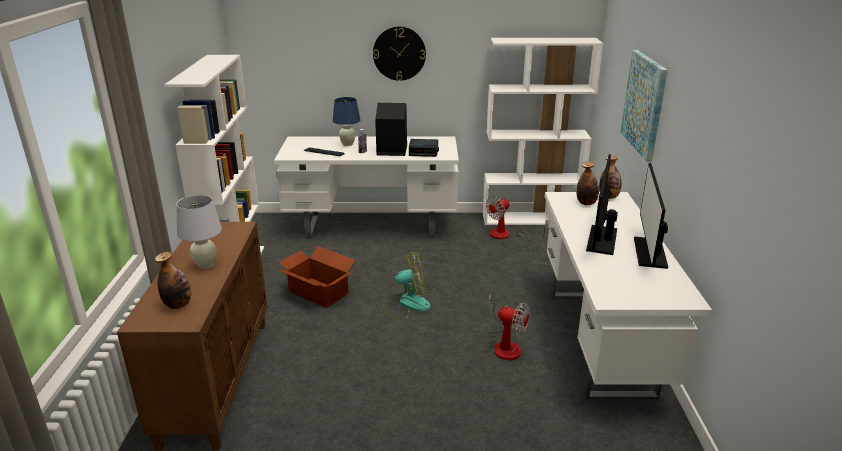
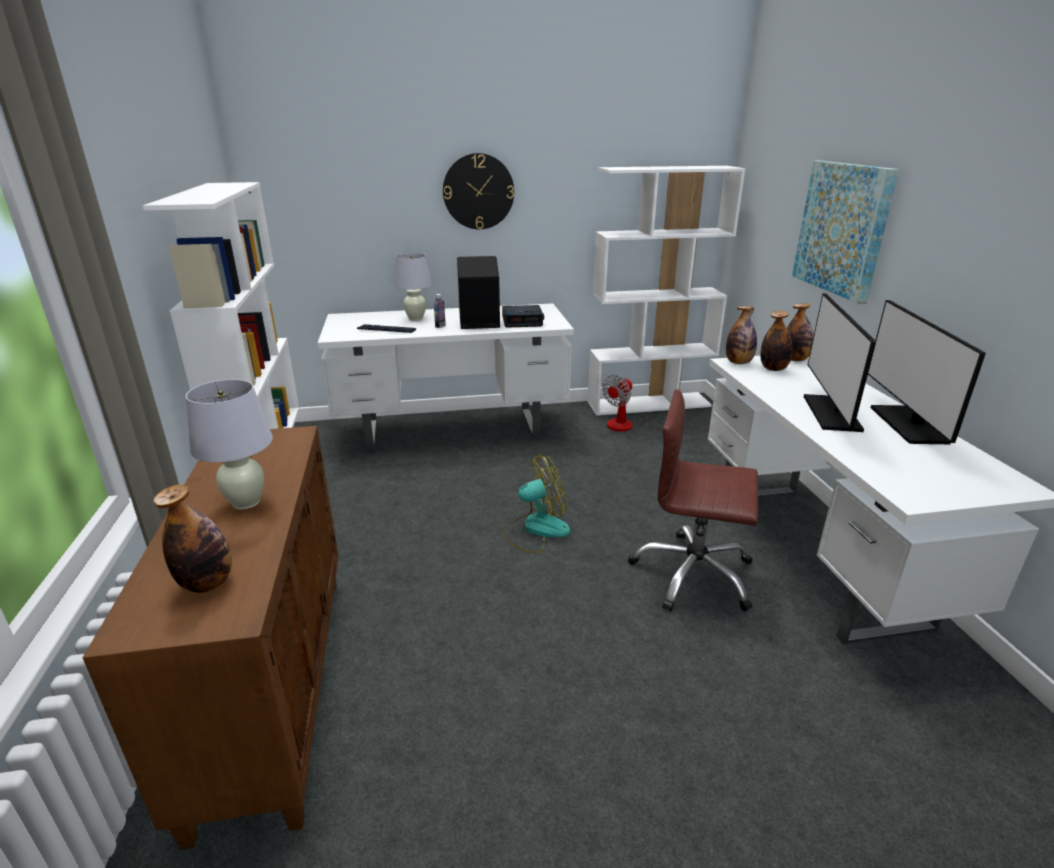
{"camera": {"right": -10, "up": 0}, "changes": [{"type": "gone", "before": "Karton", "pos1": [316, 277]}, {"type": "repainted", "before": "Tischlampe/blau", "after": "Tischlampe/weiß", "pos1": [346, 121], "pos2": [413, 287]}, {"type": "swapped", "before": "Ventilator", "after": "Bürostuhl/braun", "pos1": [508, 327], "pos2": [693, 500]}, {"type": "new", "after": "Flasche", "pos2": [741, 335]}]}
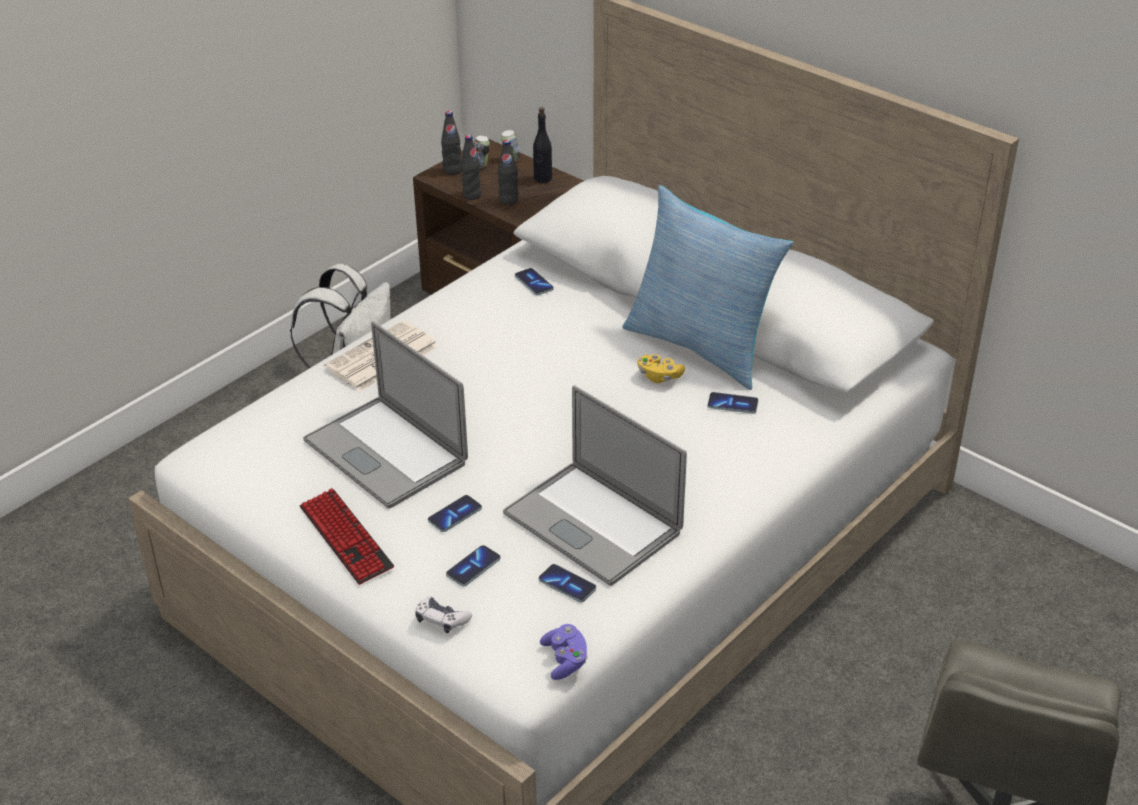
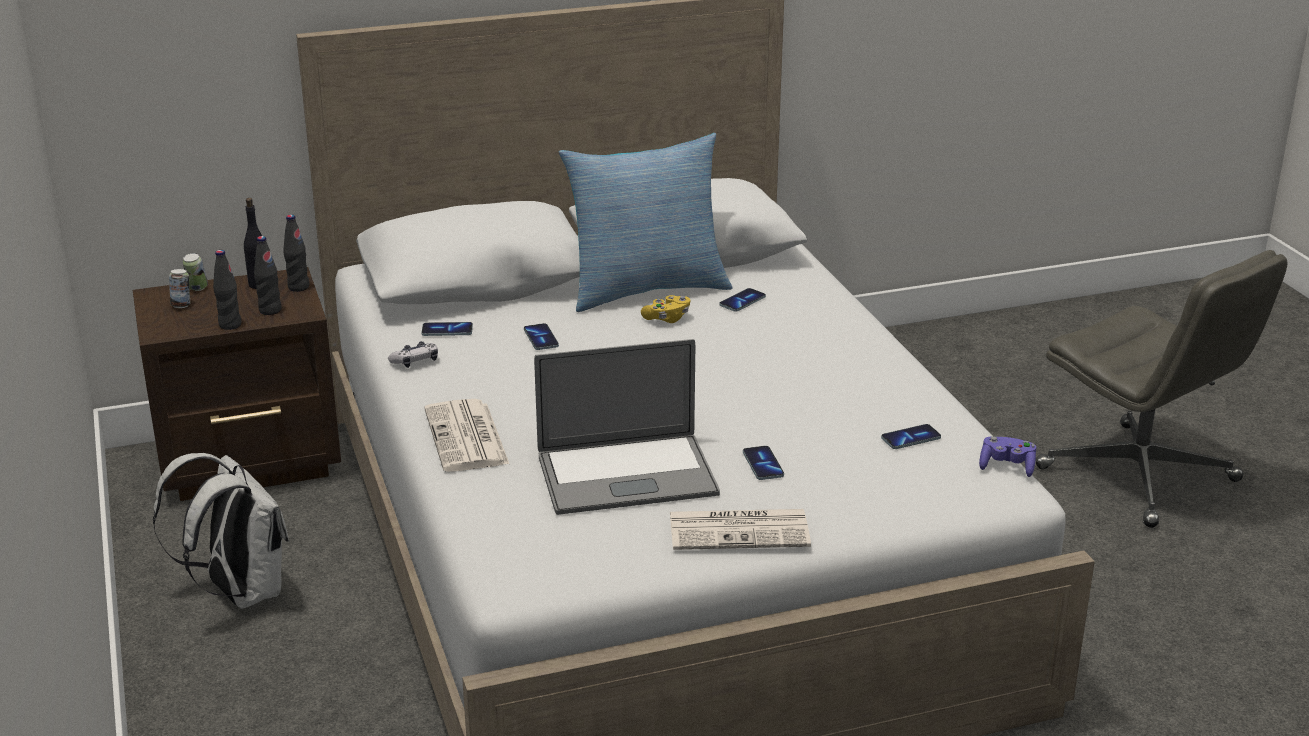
{"camera": {"right": -60, "up": -10}, "changes": [{"type": "swapped", "before": "Tastatur", "after": "Zeitung", "pos1": [347, 536], "pos2": [740, 529]}, {"type": "shifted", "before": "Gamepad", "pos1": [443, 615], "pos2": [413, 354]}, {"type": "shifted", "before": "Flasche/schwarz", "pos1": [451, 143], "pos2": [296, 253]}, {"type": "shifted", "before": "Handy", "pos1": [473, 565], "pos2": [541, 336]}, {"type": "gone", "before": "Laptop", "pos1": [595, 485]}]}
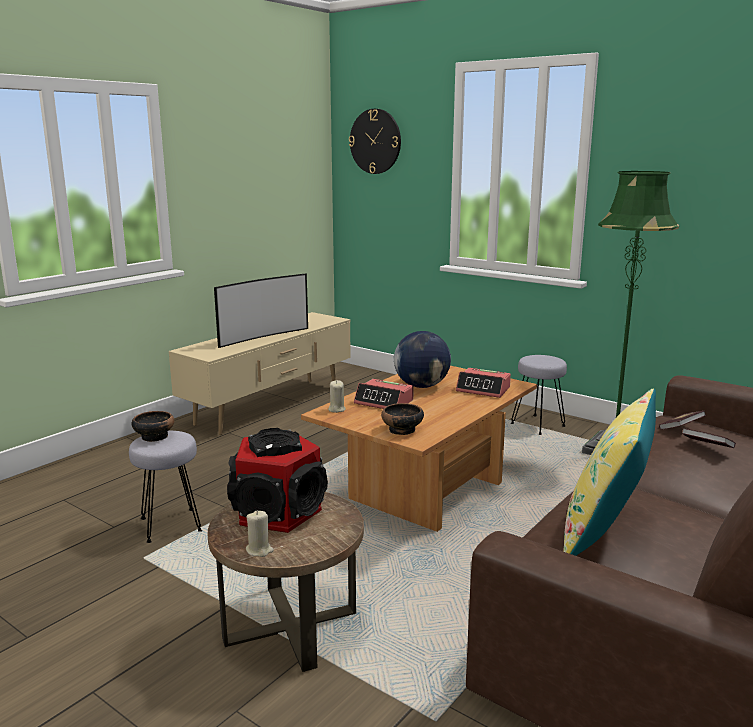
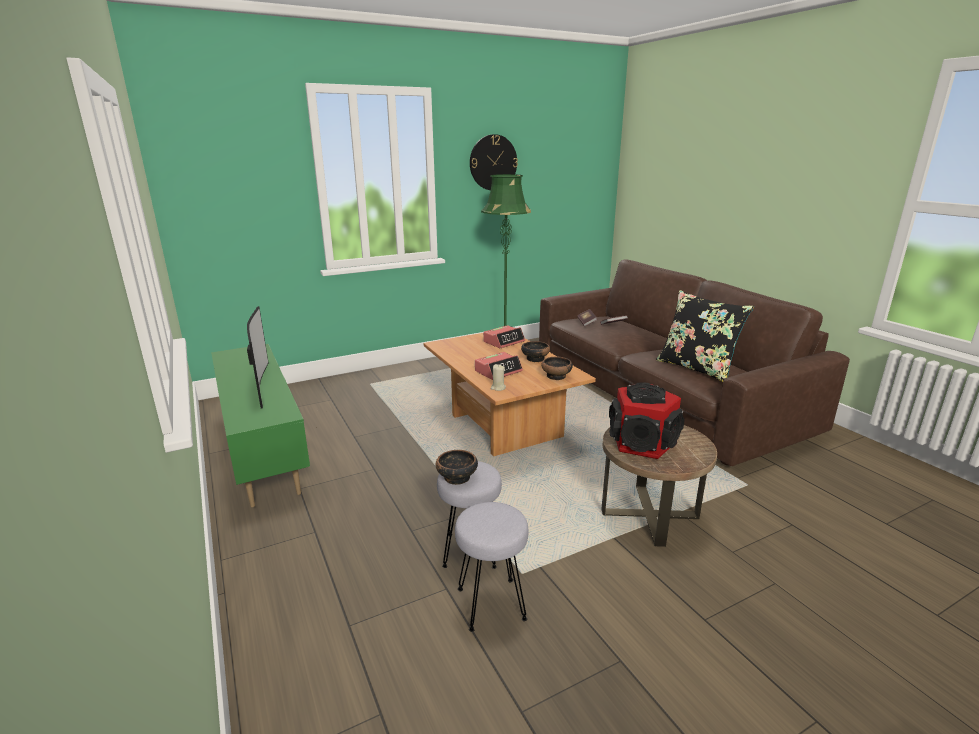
{"camera": {"right": -65, "up": 5}, "changes": [{"type": "repainted", "before": "Fernsehschrank/beige", "after": "Fernsehschrank/grün", "pos1": [260, 373], "pos2": [260, 425]}, {"type": "gone", "before": "Kerze/beige", "pos1": [260, 534]}, {"type": "shifted", "before": "Wanduhr", "pos1": [375, 141], "pos2": [494, 162]}, {"type": "gone", "before": "Globus", "pos1": [422, 359]}, {"type": "shifted", "before": "Hocker/grau", "pos1": [539, 395], "pos2": [492, 567]}, {"type": "repainted", "before": "Kissen/gelb", "after": "Kissen/schwarz", "pos1": [609, 472], "pos2": [705, 336]}, {"type": "new", "after": "Schüssel", "pos2": [535, 351]}]}
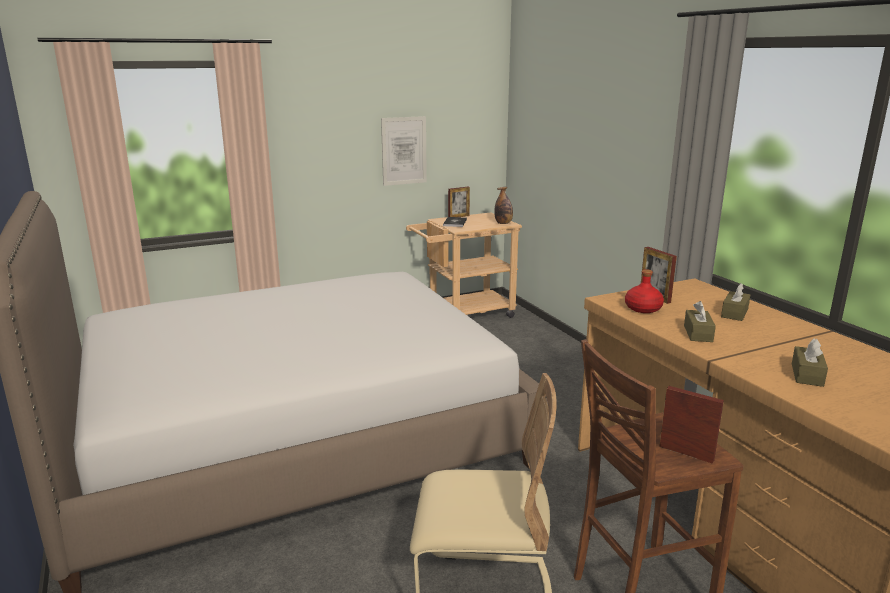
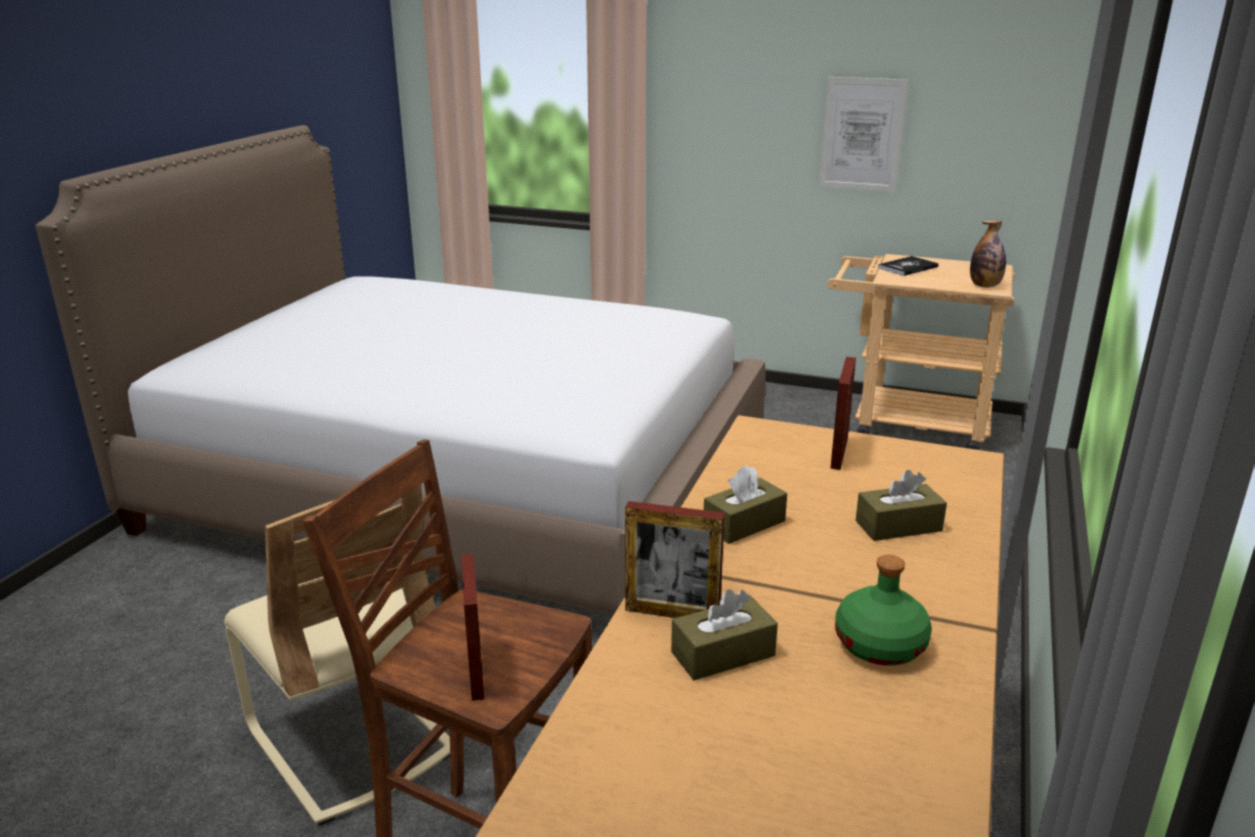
{"camera": {"right": 45, "up": 5}, "changes": [{"type": "shifted", "before": "Bilderrahmen", "pos1": [459, 202], "pos2": [675, 559]}, {"type": "gone", "before": "Flasche/rot", "pos1": [644, 291]}, {"type": "new", "after": "Flasche/grün", "pos2": [883, 610]}]}
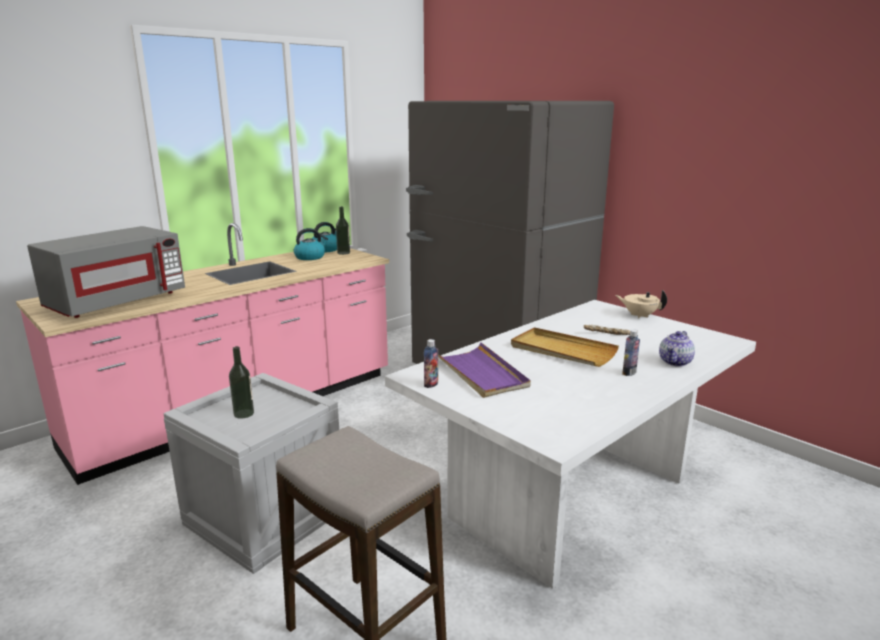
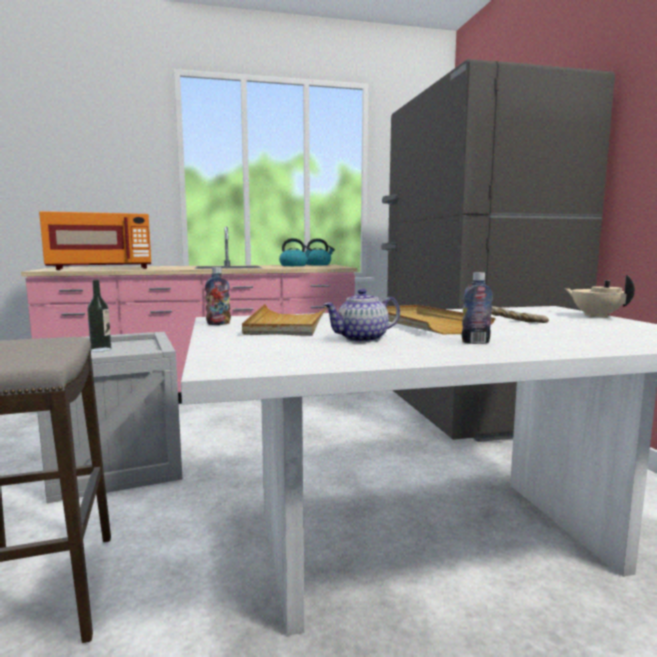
{"camera": {"right": 30, "up": -10}, "changes": [{"type": "repainted", "before": "Mikrowelle/grau", "after": "Mikrowelle/orange", "pos1": [106, 272], "pos2": [95, 240]}, {"type": "gone", "before": "Flasche", "pos1": [343, 230]}, {"type": "repainted", "before": "Tablett/lila", "after": "Tablett/beige", "pos1": [484, 370], "pos2": [284, 320]}, {"type": "shifted", "before": "Teekanne", "pos1": [677, 349], "pos2": [361, 315]}]}
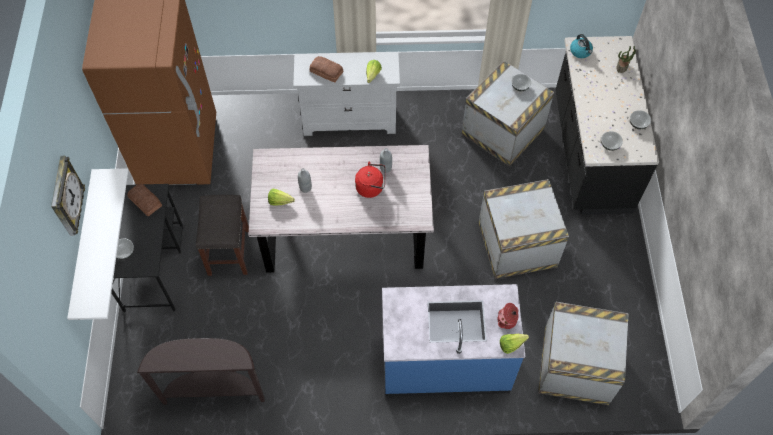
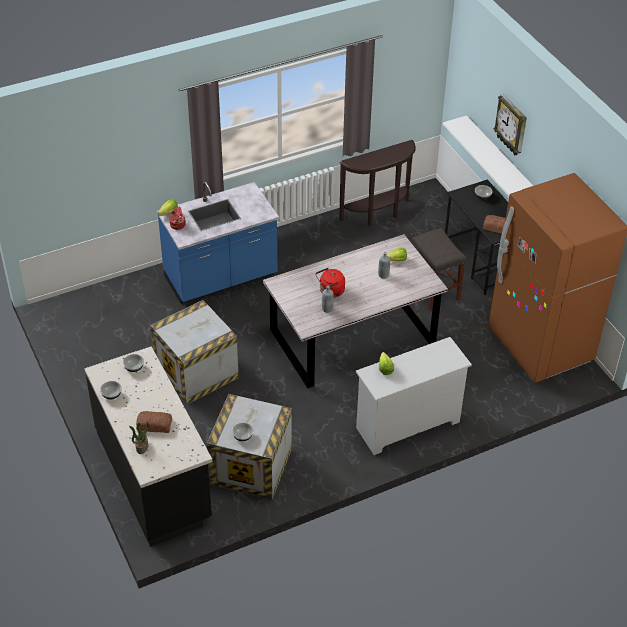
{"camera": {"right": 155, "up": -15}, "changes": [{"type": "shifted", "before": "Brot", "pos1": [326, 69], "pos2": [154, 422]}, {"type": "gone", "before": "Kiste", "pos1": [583, 353]}, {"type": "gone", "before": "Wasserkessel", "pos1": [581, 46]}]}
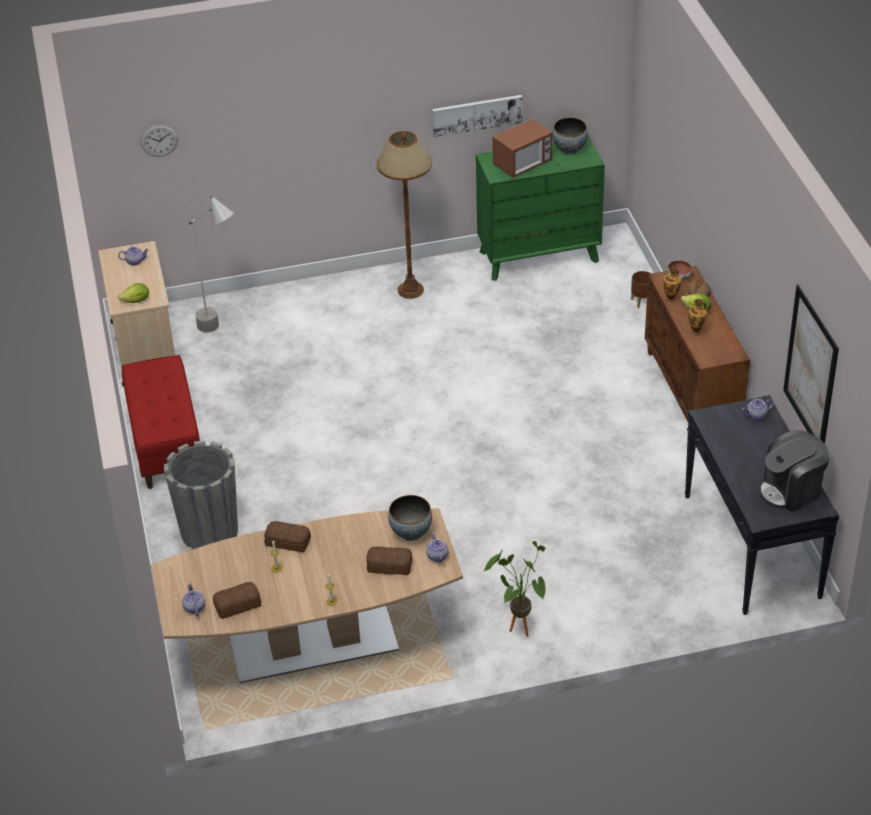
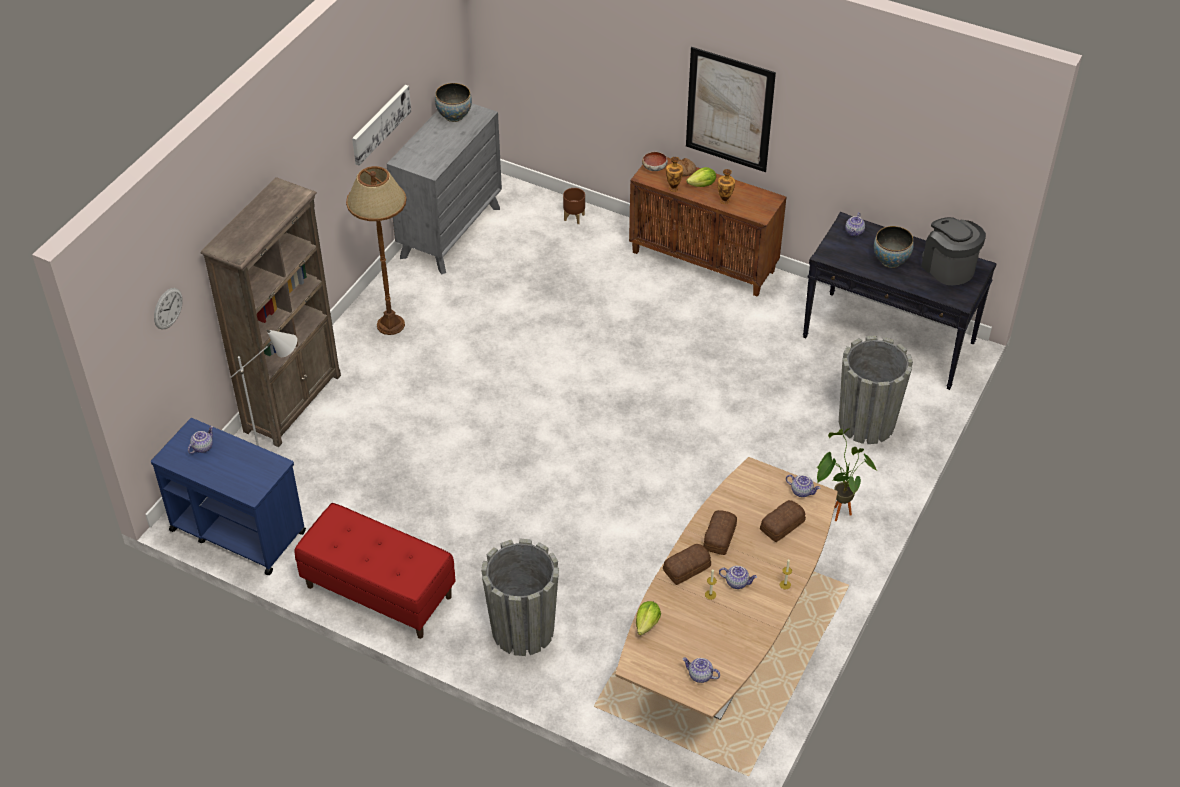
{"camera": {"right": -50, "up": 5}, "changes": [{"type": "repainted", "before": "Rollwagen/beige", "after": "Rollwagen/blau", "pos1": [137, 314], "pos2": [228, 496]}, {"type": "shifted", "before": "Salatkopf", "pos1": [133, 293], "pos2": [648, 618]}, {"type": "shifted", "before": "Brot", "pos1": [237, 600], "pos2": [720, 532]}, {"type": "shifted", "before": "Schüssel", "pos1": [410, 518], "pos2": [894, 247]}, {"type": "repainted", "before": "Kommode/grün", "after": "Kommode/grau", "pos1": [540, 208], "pos2": [444, 189]}, {"type": "gone", "before": "Mikrowelle", "pos1": [522, 148]}, {"type": "rotated", "before": "Kaffeemaschine", "pos1": [794, 471], "pos2": [953, 251], "turn": 135}, {"type": "shifted", "before": "Bild", "pos1": [811, 364], "pos2": [731, 109]}, {"type": "new", "after": "Bücherregal/braun", "pos2": [271, 312]}, {"type": "new", "after": "Teekanne", "pos2": [738, 577]}, {"type": "new", "after": "Pflanzkübel/grau", "pos2": [876, 390]}]}
